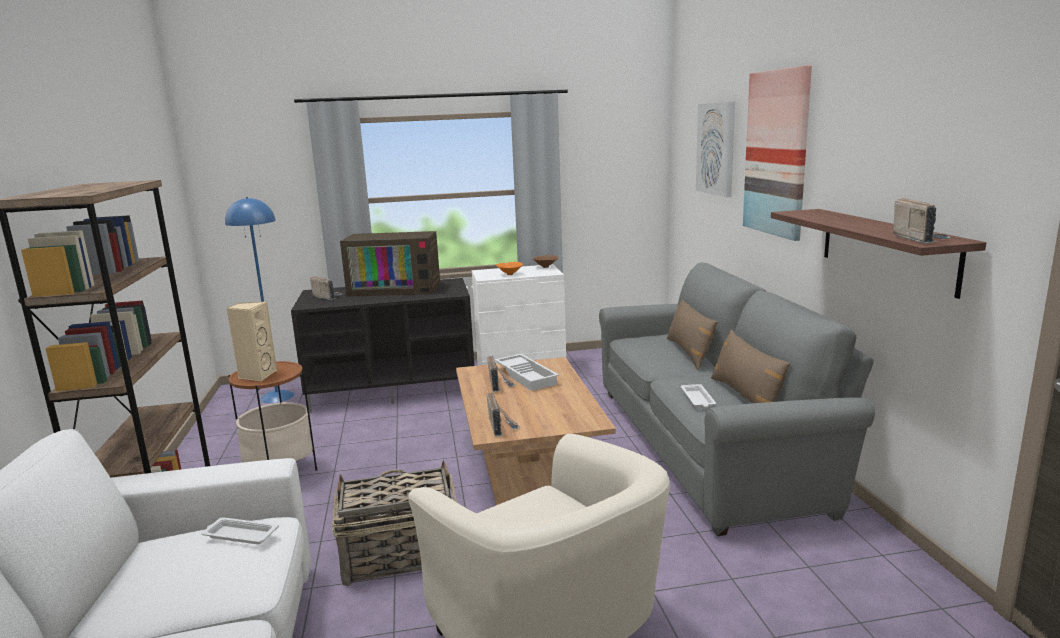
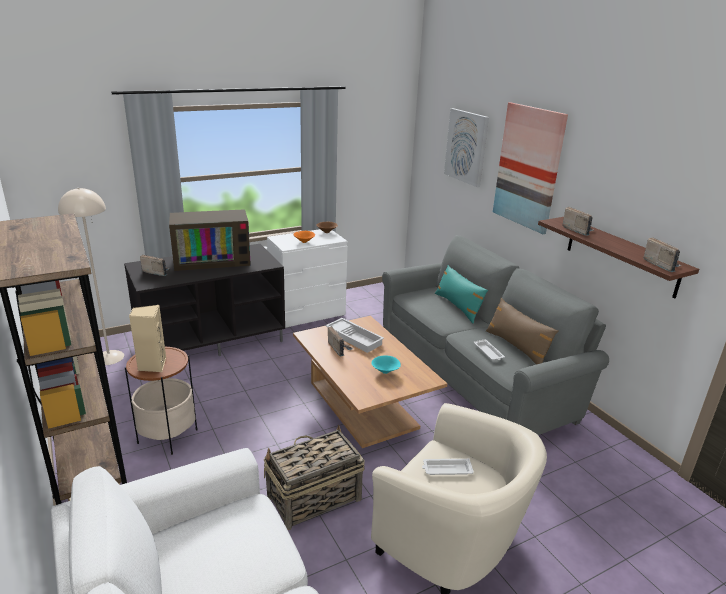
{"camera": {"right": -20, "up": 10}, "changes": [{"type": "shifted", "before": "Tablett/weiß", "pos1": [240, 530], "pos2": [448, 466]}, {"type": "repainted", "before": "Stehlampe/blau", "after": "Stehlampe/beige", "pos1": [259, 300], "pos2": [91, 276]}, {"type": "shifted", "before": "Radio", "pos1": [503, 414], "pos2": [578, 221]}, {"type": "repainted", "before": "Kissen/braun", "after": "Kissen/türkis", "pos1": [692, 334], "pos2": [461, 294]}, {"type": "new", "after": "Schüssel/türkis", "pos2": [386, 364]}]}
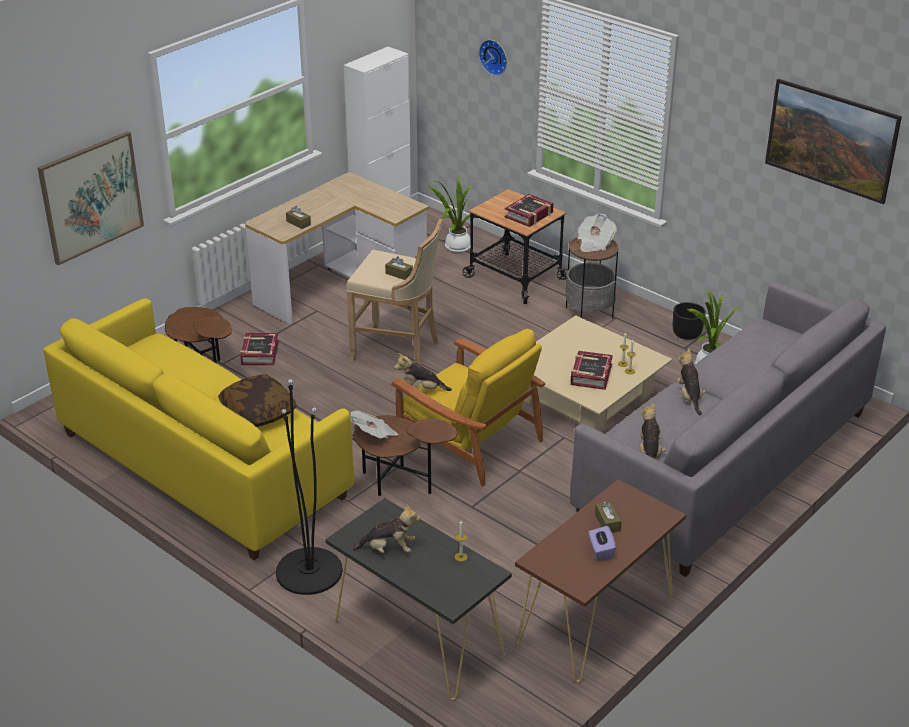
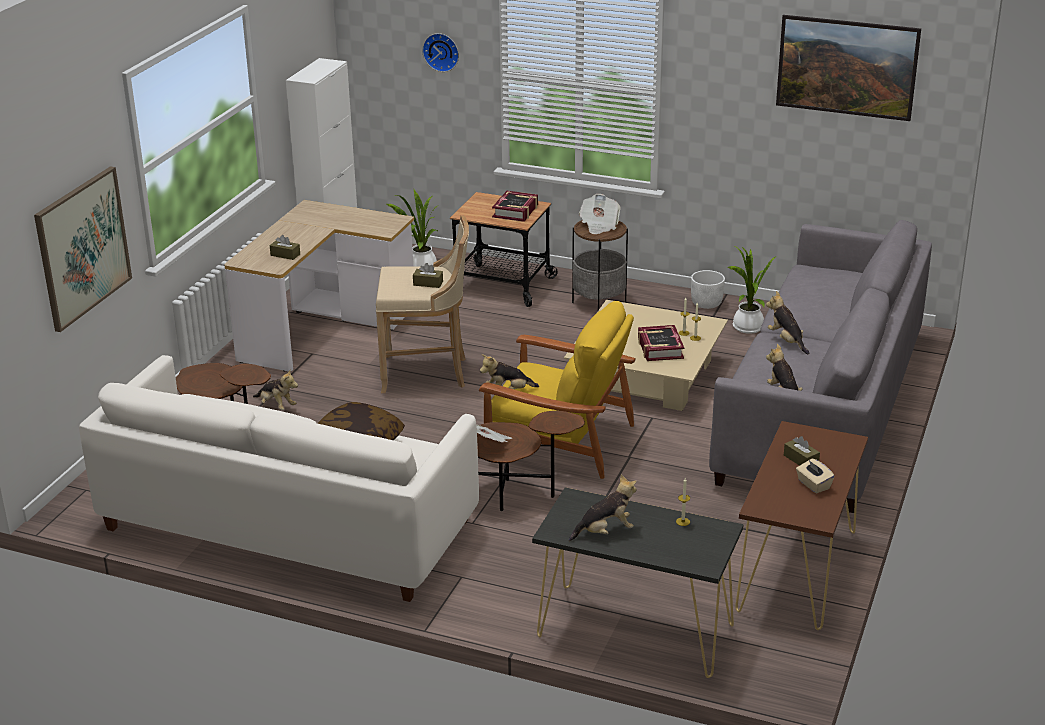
{"camera": {"right": -20, "up": -5}, "changes": [{"type": "repainted", "before": "Sofa/gelb", "after": "Sofa/weiß", "pos1": [198, 429], "pos2": [279, 478]}, {"type": "swapped", "before": "Buch", "after": "Plüschtier", "pos1": [259, 349], "pos2": [275, 390]}, {"type": "gone", "before": "Stehlampe/schwarz", "pos1": [309, 487]}, {"type": "repainted", "before": "Taschentuchbox/lila", "after": "Taschentuchbox/beige", "pos1": [602, 543], "pos2": [815, 476]}, {"type": "repainted", "before": "Pflanzkübel/schwarz", "after": "Pflanzkübel/weiß", "pos1": [689, 321], "pos2": [708, 289]}]}
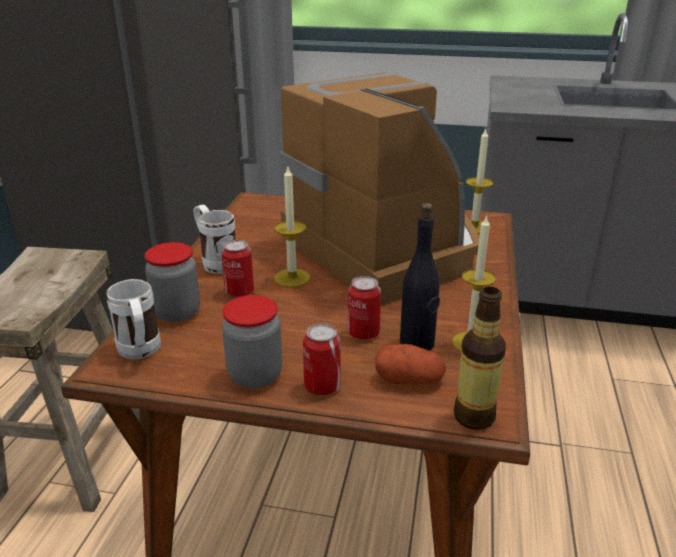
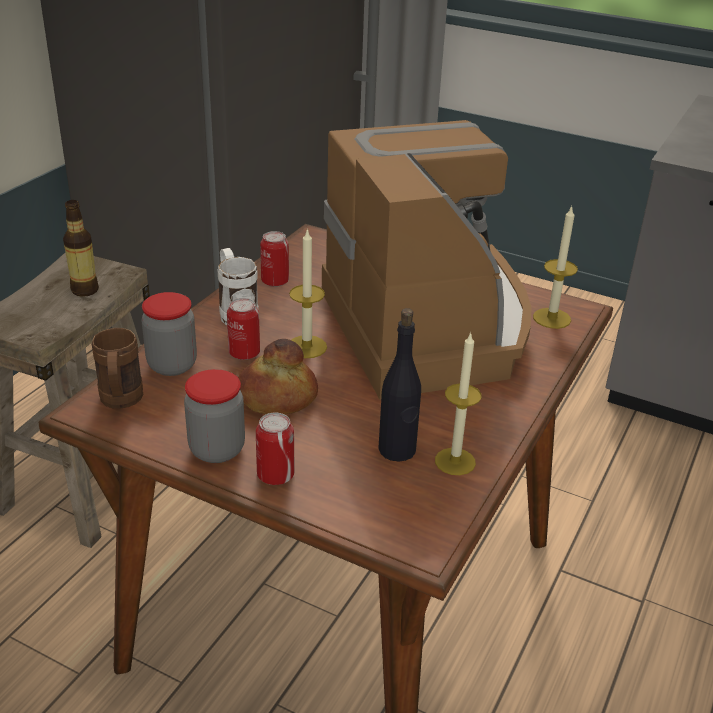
{"camera": {"right": 15, "up": 5}, "changes": [{"type": "repainted", "before": "Henkelbecher/weiß", "after": "Henkelbecher/braun", "pos1": [133, 319], "pos2": [117, 368]}, {"type": "shifted", "before": "Dose", "pos1": [364, 308], "pos2": [274, 259]}, {"type": "gone", "before": "Kartoffel", "pos1": [410, 364]}, {"type": "shifted", "before": "Flasche", "pos1": [480, 358], "pos2": [81, 248]}, {"type": "new", "after": "Brot", "pos2": [278, 376]}]}
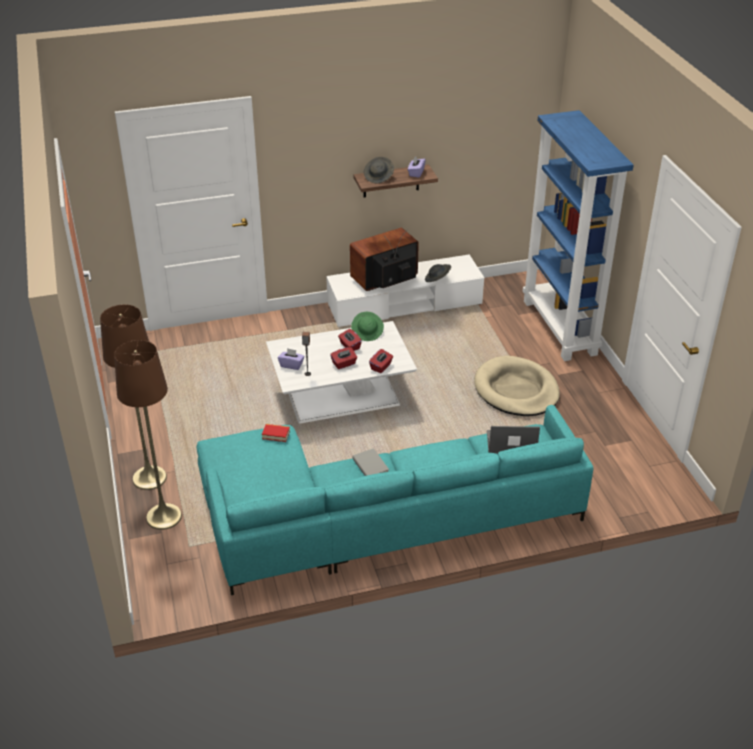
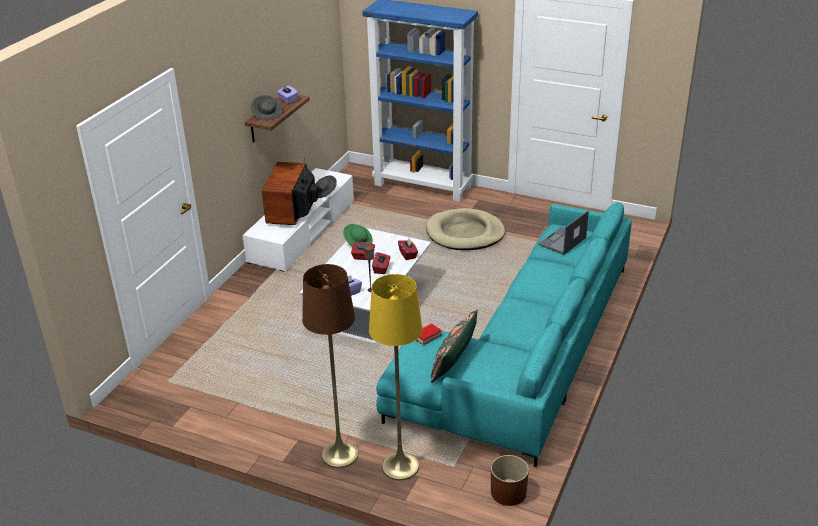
{"camera": {"right": -50, "up": -5}, "changes": [{"type": "repainted", "before": "Stehlampe/braun", "after": "Stehlampe/gelb", "pos1": [148, 435], "pos2": [395, 377]}, {"type": "gone", "before": "Buch/grau", "pos1": [370, 462]}, {"type": "new", "after": "Kissen/grün", "pos2": [454, 346]}, {"type": "new", "after": "Pflanzkübel/braun", "pos2": [510, 480]}]}
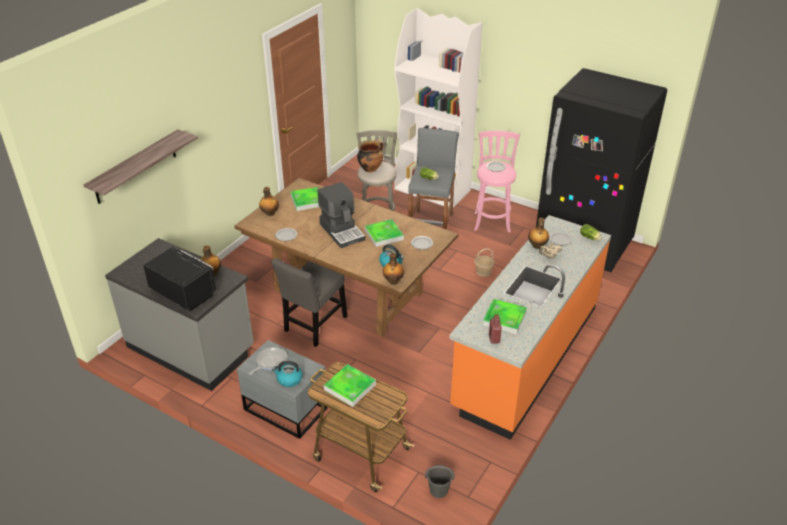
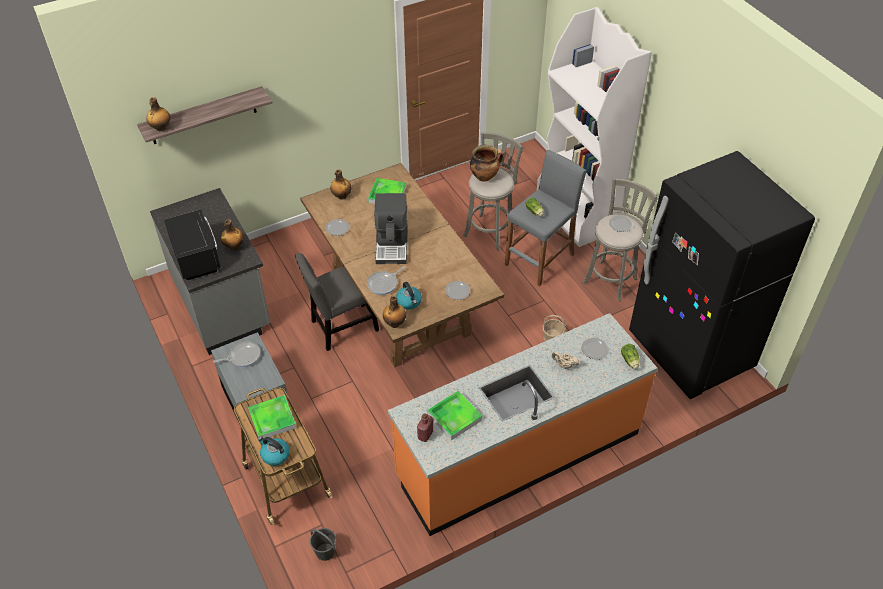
{"camera": {"right": 30, "up": 10}, "changes": [{"type": "shifted", "before": "Wasserkessel", "pos1": [287, 374], "pos2": [274, 451]}, {"type": "gone", "before": "Tablett", "pos1": [384, 233]}, {"type": "repainted", "before": "Hocker/rosa", "after": "Hocker/grau", "pos1": [497, 182], "pos2": [620, 239]}, {"type": "shifted", "before": "Flasche", "pos1": [538, 233], "pos2": [158, 114]}, {"type": "new", "after": "Pfanne", "pos2": [386, 280]}]}
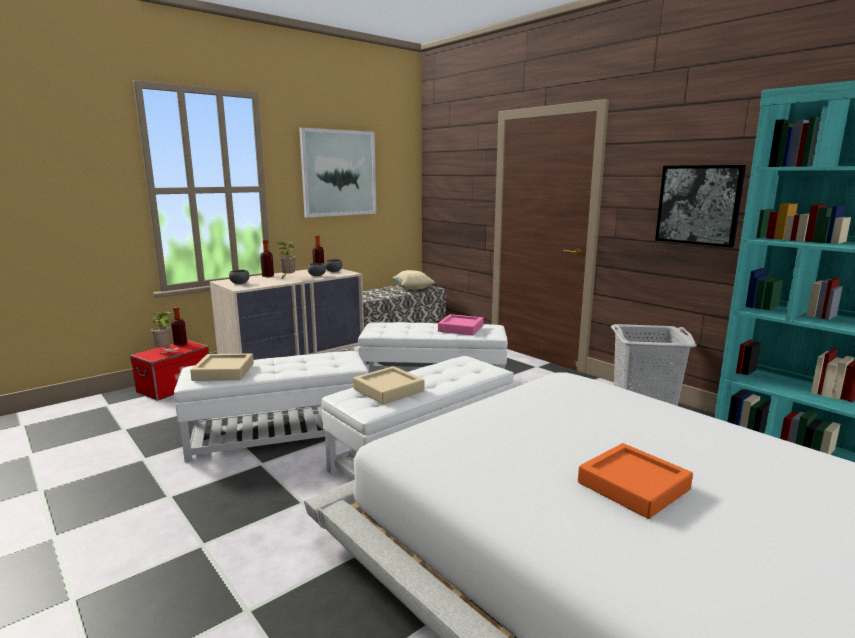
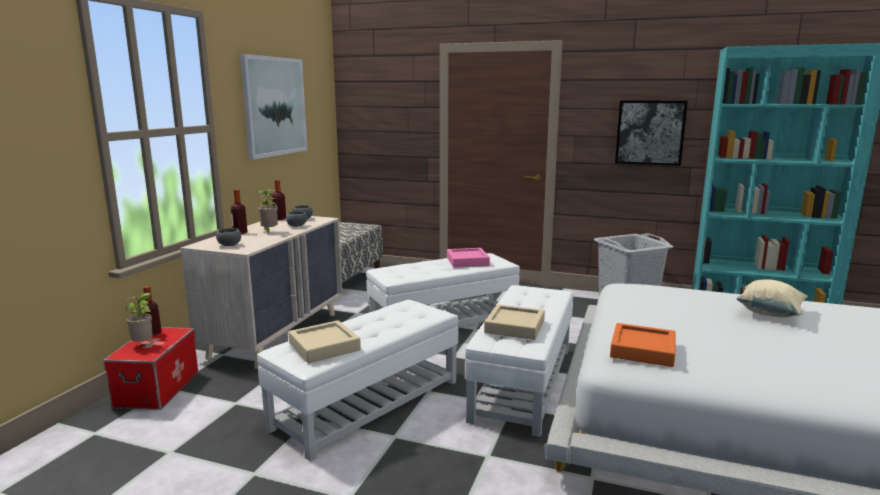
{"camera": {"right": -30, "up": 0}, "changes": [{"type": "shifted", "before": "Kissen/beige", "pos1": [414, 280], "pos2": [772, 298]}, {"type": "shifted", "before": "Tablett/orange", "pos1": [635, 481], "pos2": [643, 345]}]}
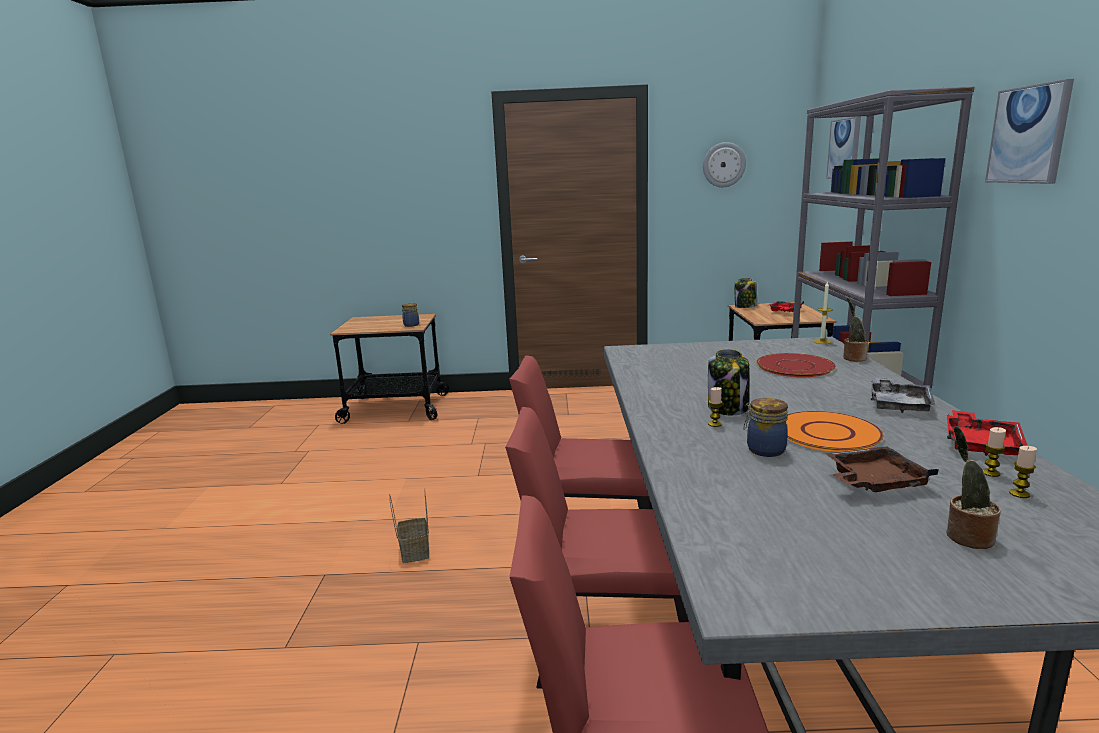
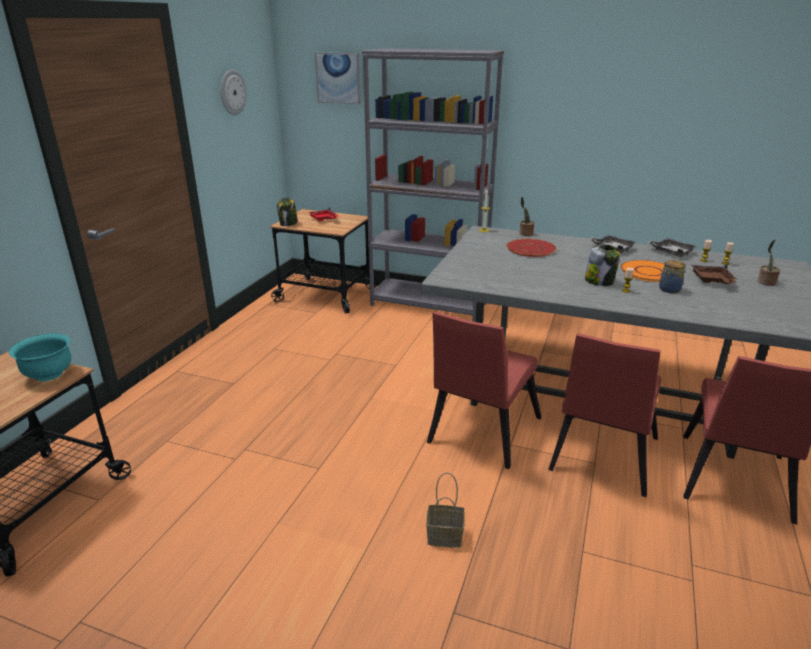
{"camera": {"right": -70, "up": 10}, "changes": [{"type": "swapped", "before": "Vorratsglas", "after": "Schüssel/türkis", "pos1": [410, 315], "pos2": [40, 357]}, {"type": "repainted", "before": "Tablett/rot", "after": "Tablett/grau", "pos1": [987, 433], "pos2": [672, 247]}, {"type": "gone", "before": "Bild", "pos1": [1029, 131]}]}
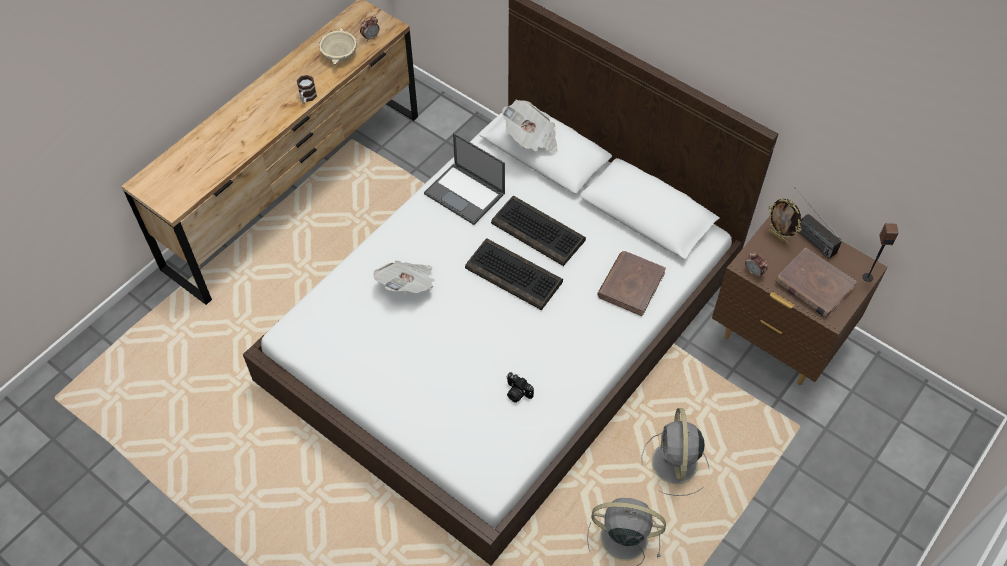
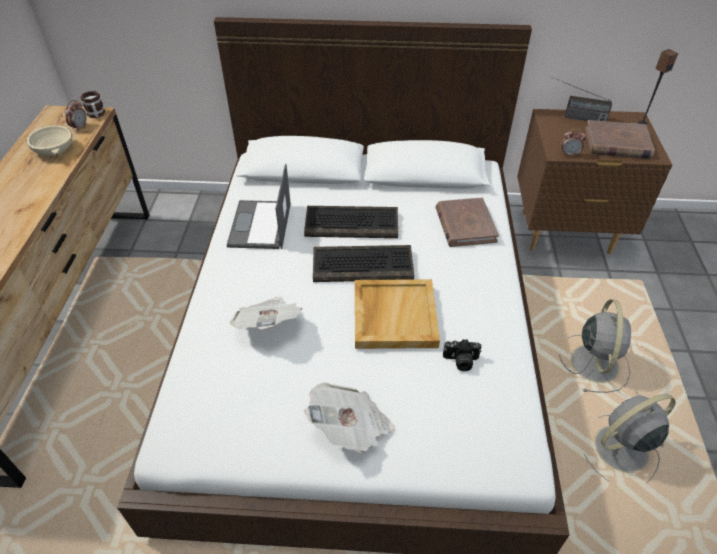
{"camera": {"right": -35, "up": -10}, "changes": [{"type": "shifted", "before": "Henkelbecher", "pos1": [307, 89], "pos2": [92, 104]}, {"type": "rotated", "before": "Laptop", "pos1": [464, 179], "pos2": [259, 206], "turn": 90}, {"type": "shifted", "before": "Zeitung", "pos1": [529, 126], "pos2": [349, 418]}, {"type": "rotated", "before": "Ventilator/grau", "pos1": [675, 452], "pos2": [595, 346], "turn": -135}, {"type": "gone", "before": "Bilderrahmen", "pos1": [784, 221]}, {"type": "new", "after": "Tablett/beige", "pos2": [397, 314]}]}
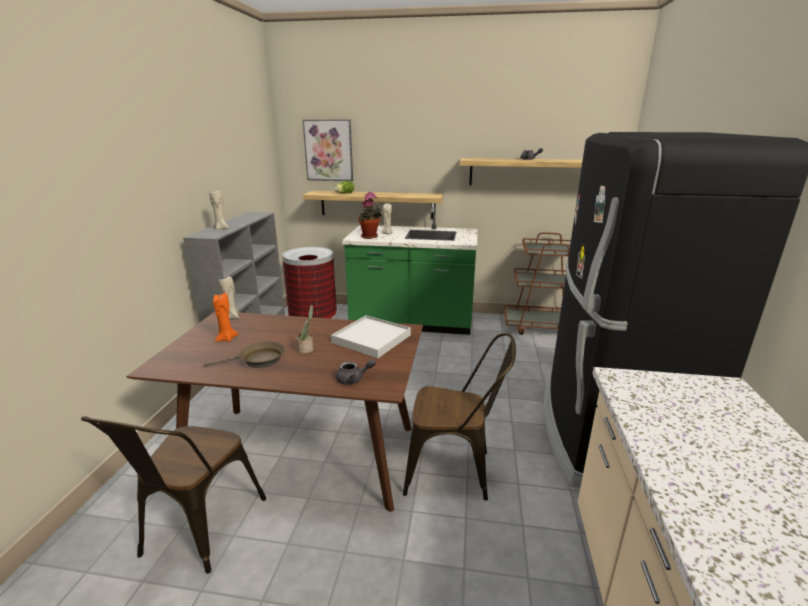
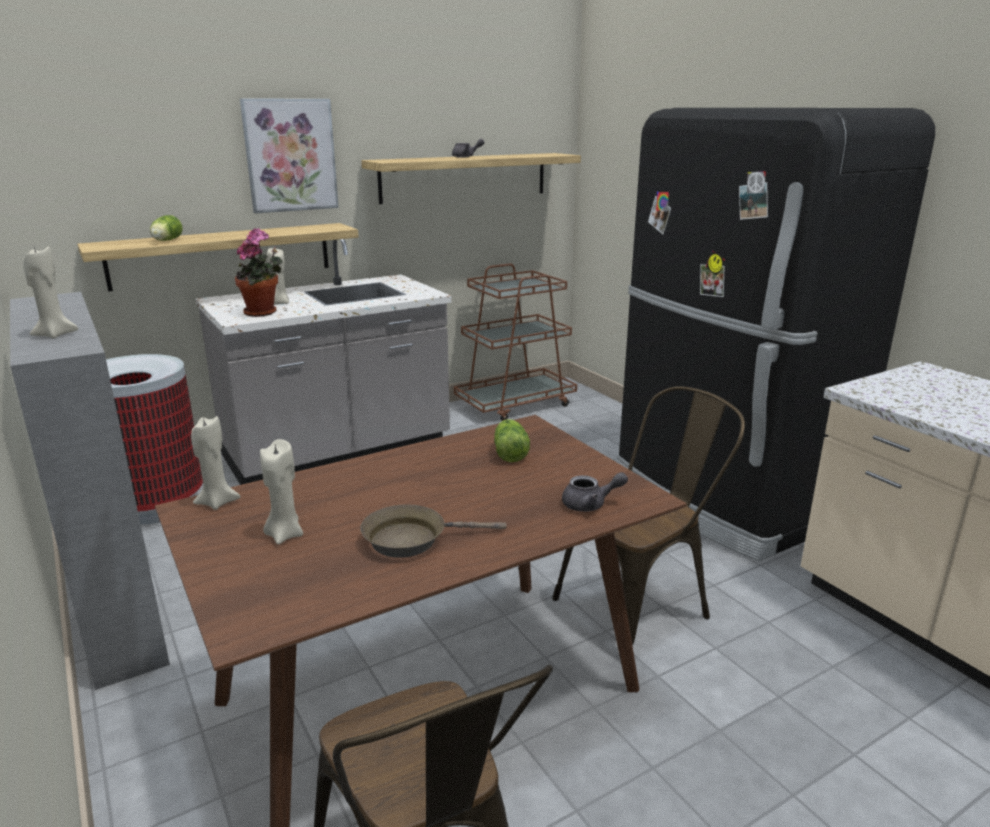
{"camera": {"right": -40, "up": 0}, "changes": [{"type": "rotated", "before": "Pfanne/braun", "pos1": [244, 354], "pos2": [433, 531], "turn": -135}, {"type": "repainted", "before": "Kerze/orange", "after": "Kerze/beige", "pos1": [226, 317], "pos2": [281, 492]}, {"type": "gone", "before": "Topfpflanze", "pos1": [305, 329]}, {"type": "shifted", "before": "Bild", "pos1": [328, 150], "pos2": [289, 155]}, {"type": "swapped", "before": "Tablett/weiß", "after": "Salatkopf", "pos1": [371, 336], "pos2": [512, 440]}, {"type": "rotated", "before": "Teekanne/grau", "pos1": [356, 372], "pos2": [595, 492], "turn": 45}, {"type": "repainted", "before": "Küchenzeile/grün", "after": "Küchenzeile/grau", "pos1": [410, 269], "pos2": [323, 362]}]}
